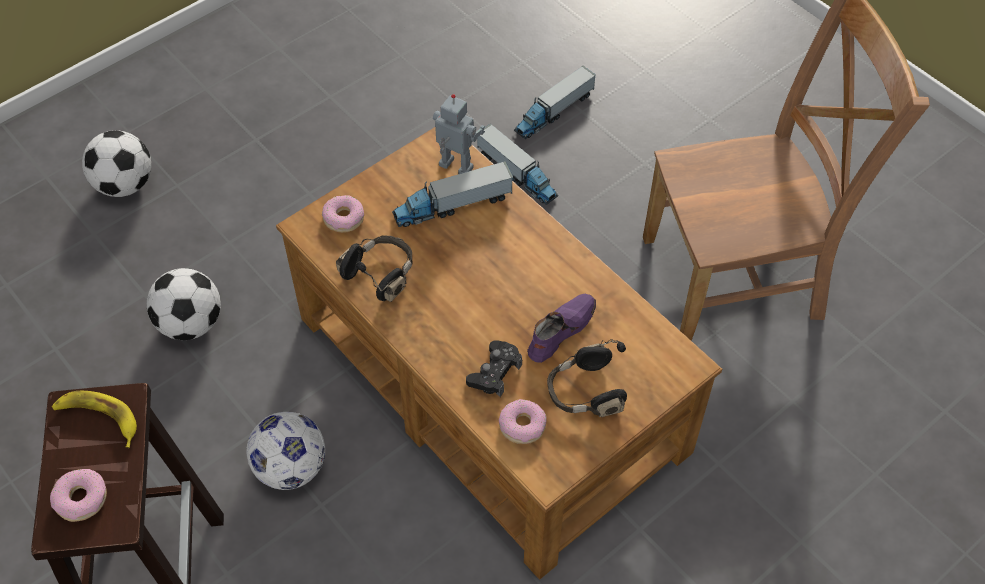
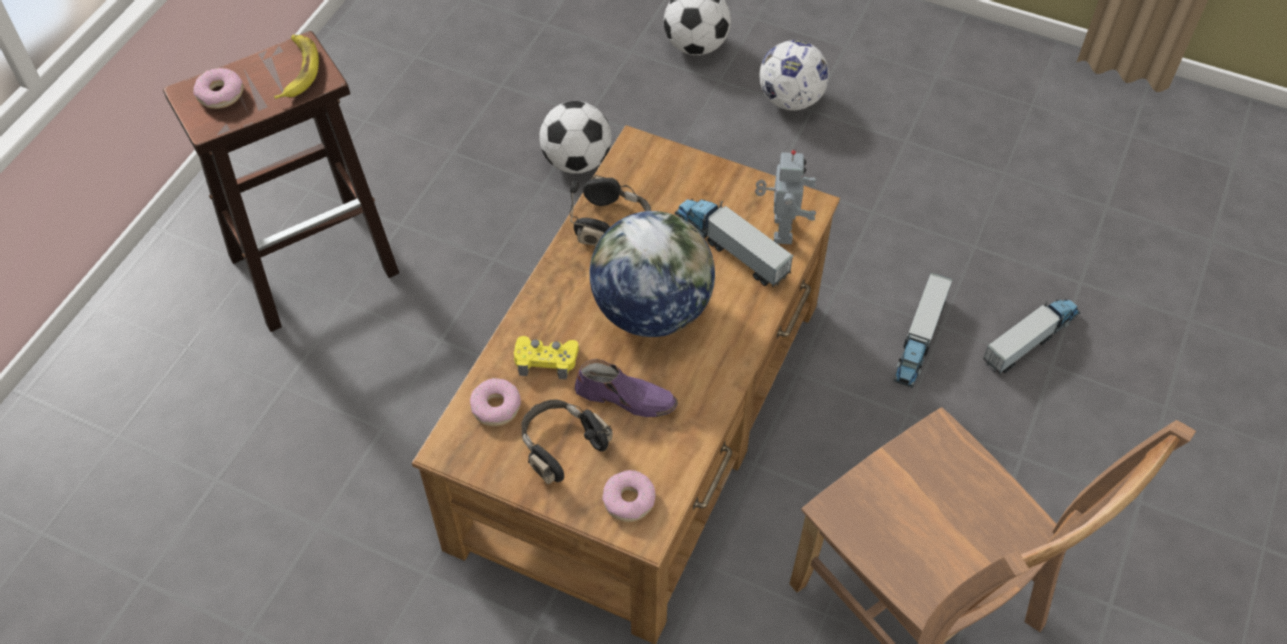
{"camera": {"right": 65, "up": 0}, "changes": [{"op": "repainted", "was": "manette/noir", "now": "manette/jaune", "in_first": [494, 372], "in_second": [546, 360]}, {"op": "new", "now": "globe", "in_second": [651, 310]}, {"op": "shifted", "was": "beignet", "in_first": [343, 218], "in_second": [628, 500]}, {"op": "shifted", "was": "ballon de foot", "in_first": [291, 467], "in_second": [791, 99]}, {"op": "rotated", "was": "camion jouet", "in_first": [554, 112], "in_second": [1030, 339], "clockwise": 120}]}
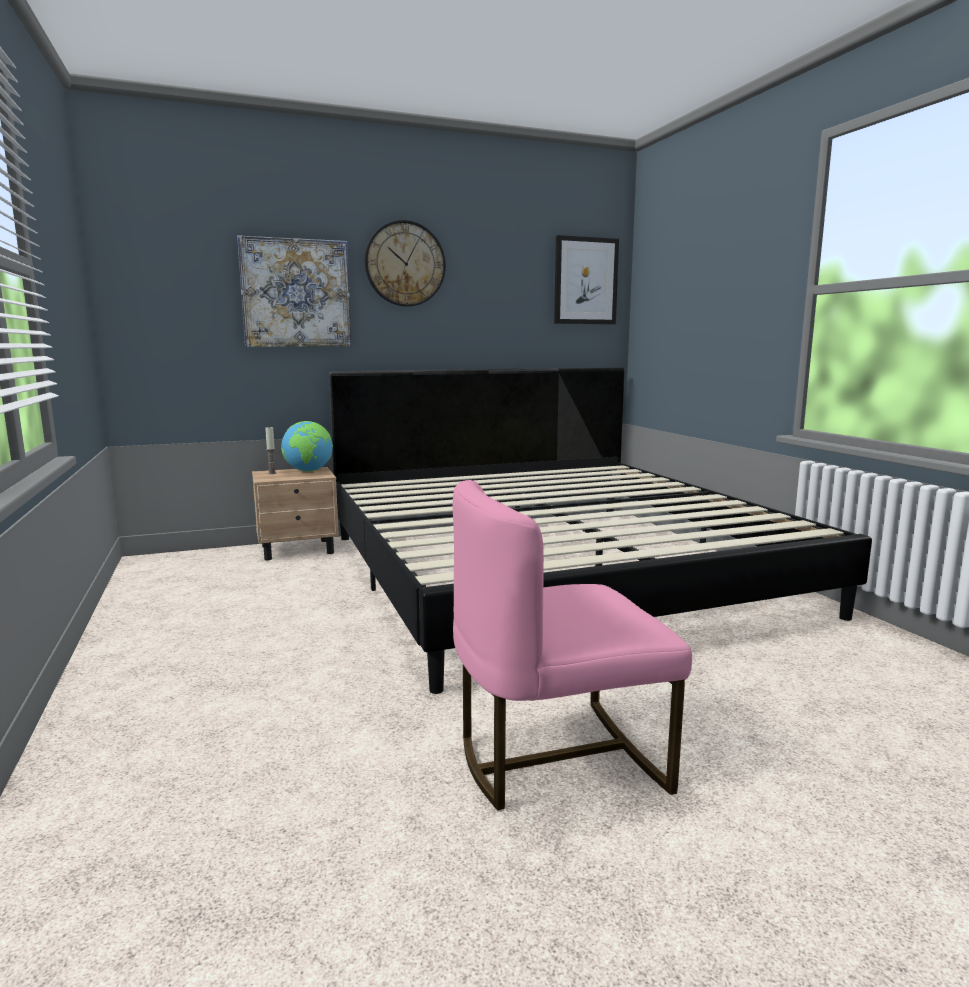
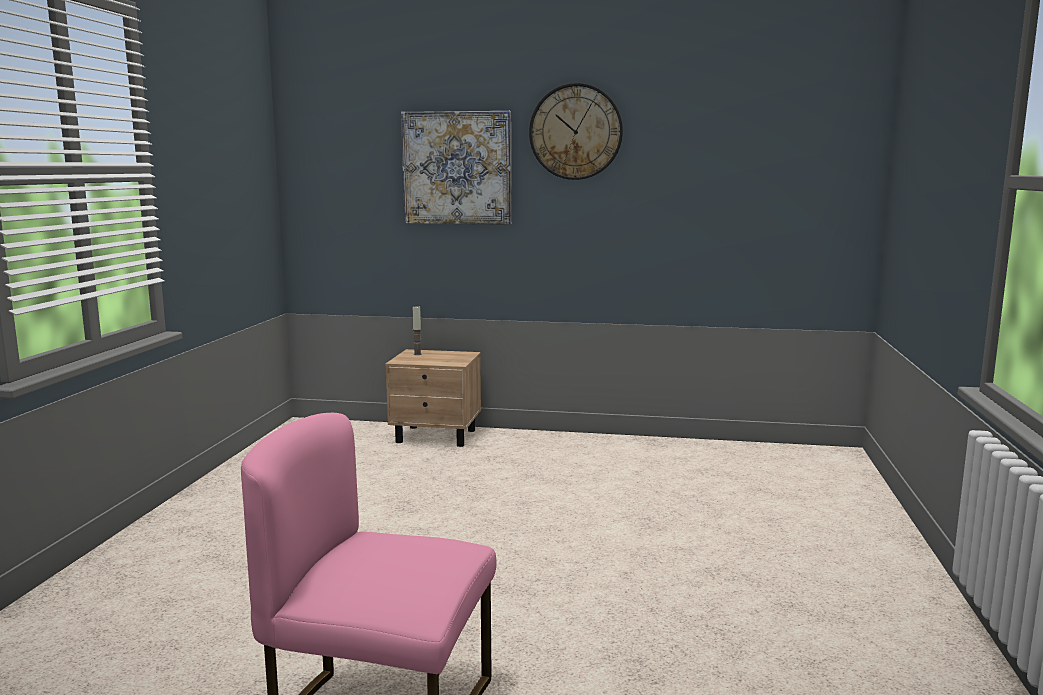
{"camera": {"right": 30, "up": 0}, "changes": [{"op": "gone", "was": "globe", "in_first": [308, 471]}, {"op": "gone", "was": "lit", "in_first": [552, 571]}, {"op": "gone", "was": "tableau", "in_first": [585, 281]}]}
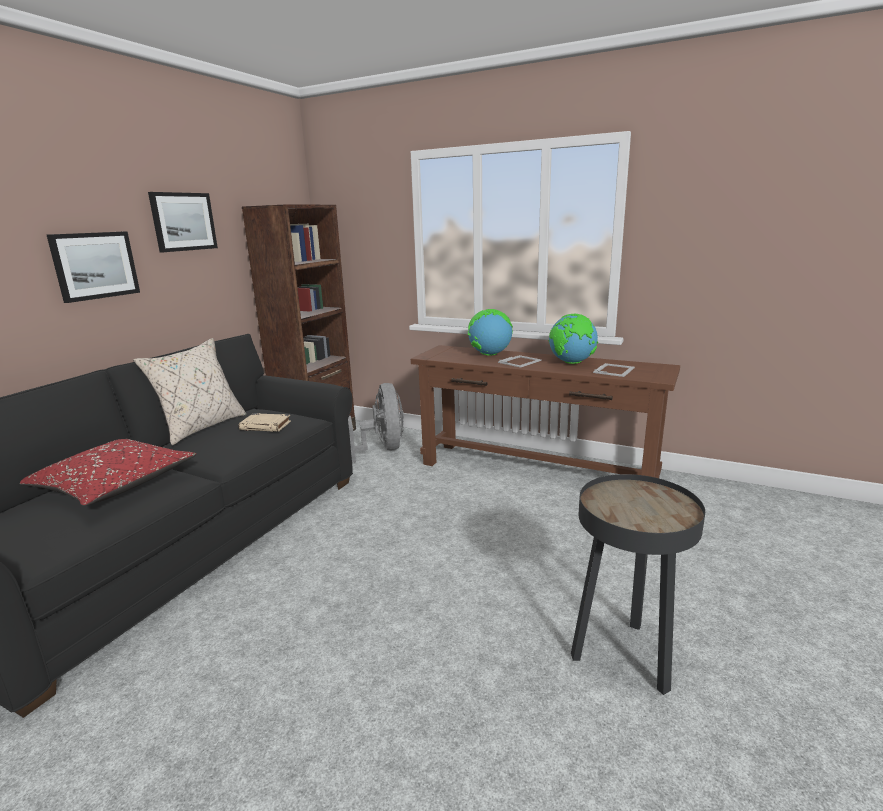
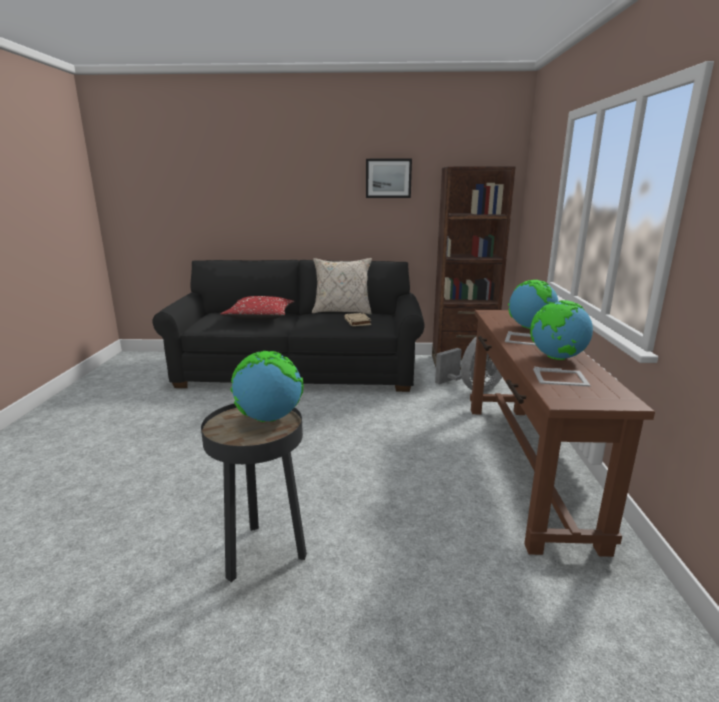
{"camera": {"right": 65, "up": 0}, "changes": [{"op": "new", "now": "globe", "in_second": [269, 418]}, {"op": "gone", "was": "tableau", "in_first": [95, 265]}]}
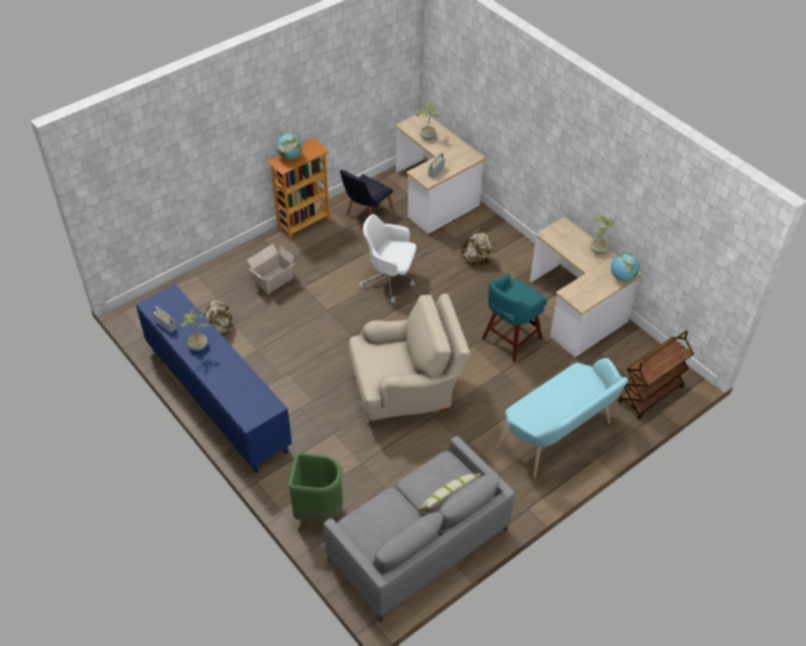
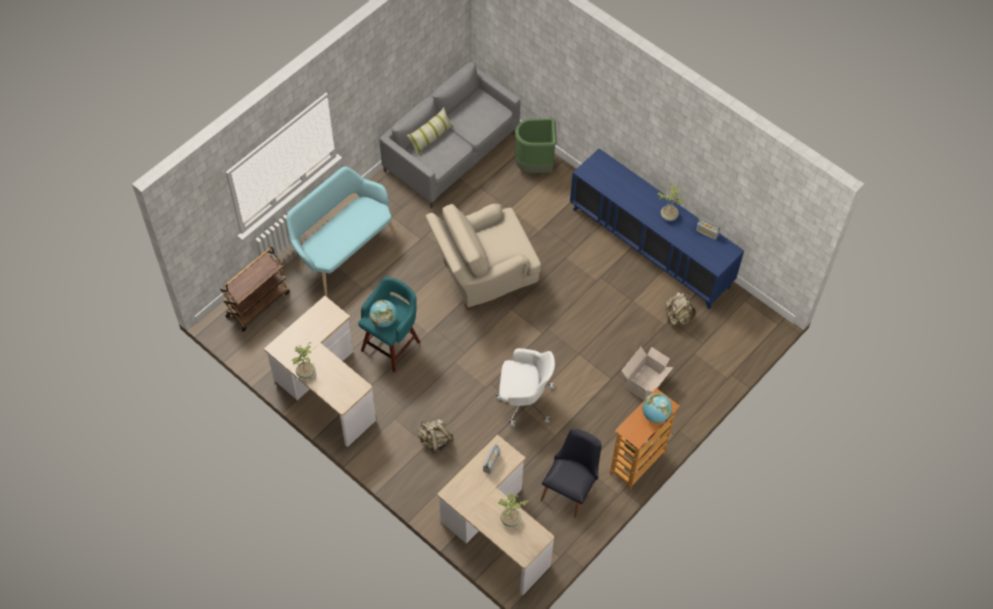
{"camera": {"right": 170, "up": 10}, "changes": [{"op": "shifted", "was": "globe", "in_first": [622, 277], "in_second": [383, 320]}]}
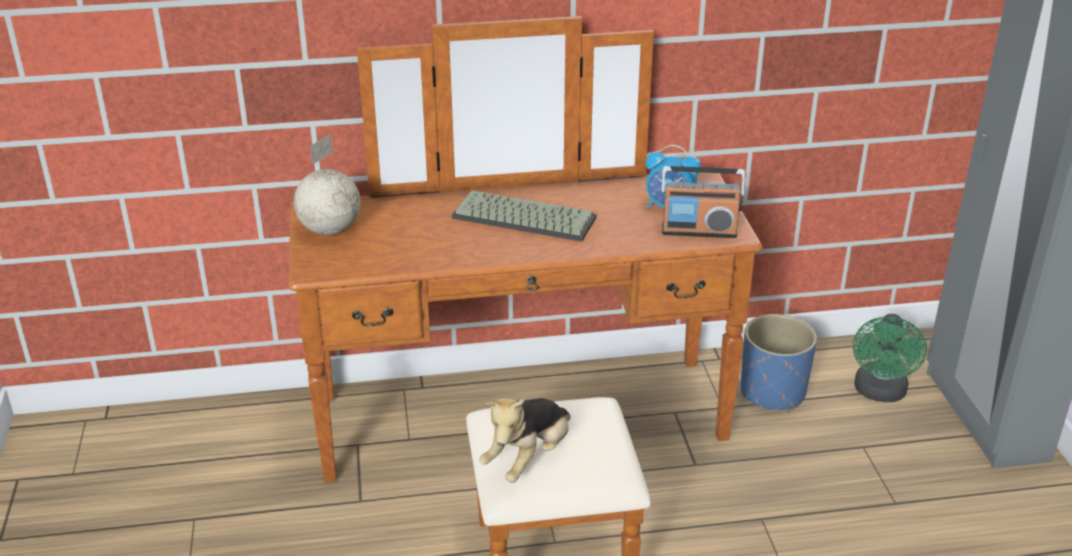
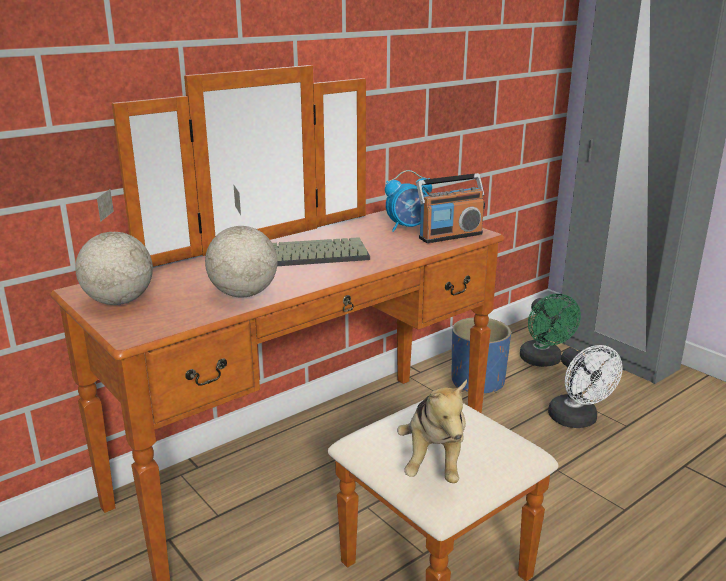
{"camera": {"right": -30, "up": -10}, "changes": [{"op": "new", "now": "globe", "in_second": [243, 295]}, {"op": "new", "now": "ventilateur/blanc", "in_second": [577, 420]}]}
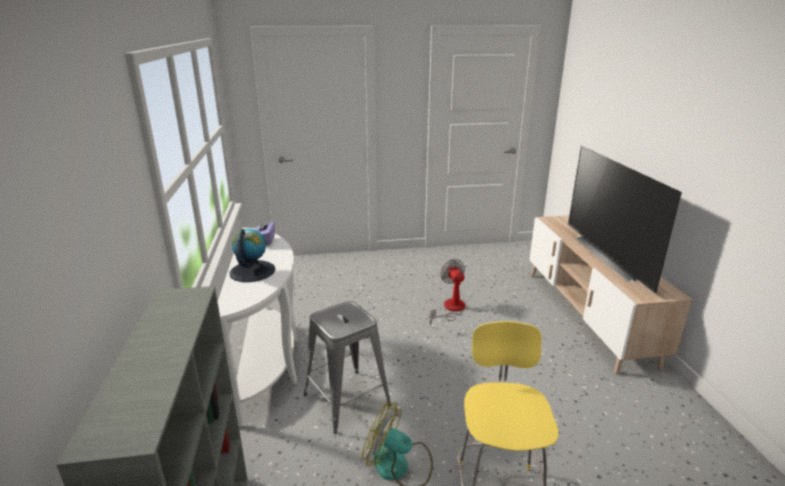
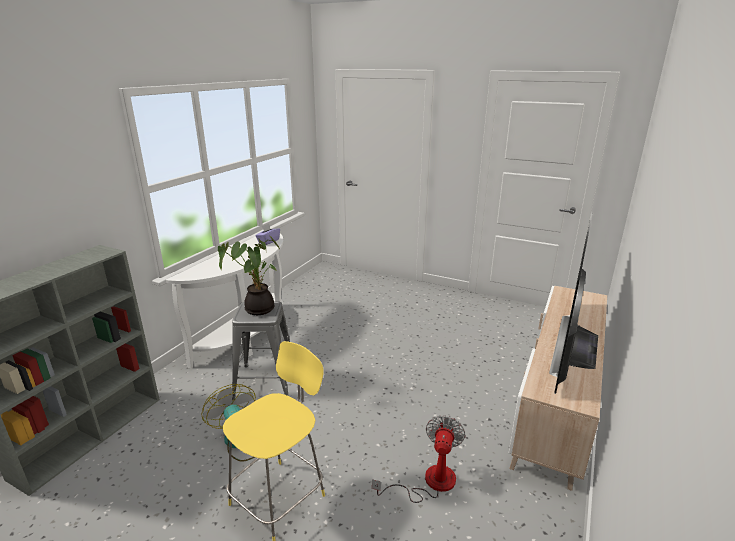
{"camera": {"right": 35, "up": 0}, "changes": [{"op": "new", "now": "plante en pot", "in_second": [257, 309]}, {"op": "shifted", "was": "ventilateur", "in_first": [450, 309], "in_second": [429, 482]}, {"op": "gone", "was": "globe", "in_first": [252, 271]}]}
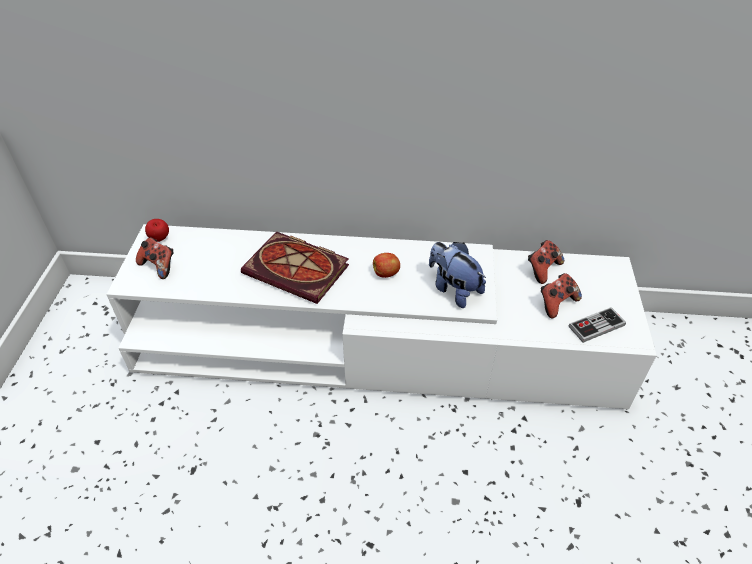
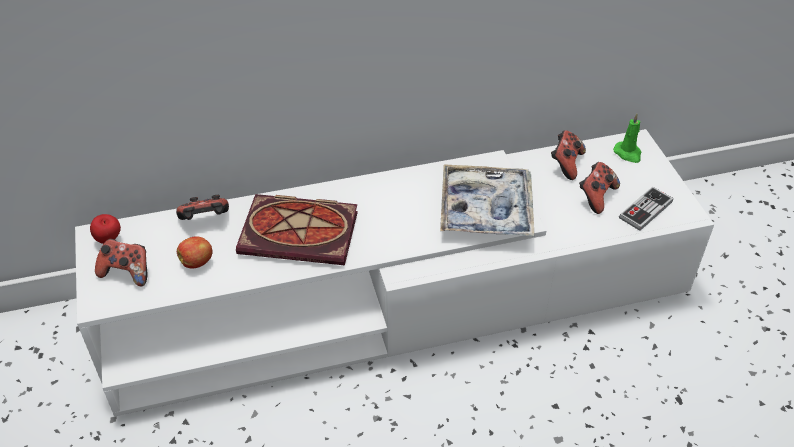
{"camera": {"right": -20, "up": 0}, "changes": [{"op": "new", "now": "manette", "in_second": [205, 221]}, {"op": "shifted", "was": "pomme", "in_first": [386, 273], "in_second": [197, 262]}, {"op": "swapped", "was": "peluche", "now": "plateau", "in_first": [453, 289], "in_second": [486, 209]}, {"op": "new", "now": "bougie/vert", "in_second": [628, 153]}]}
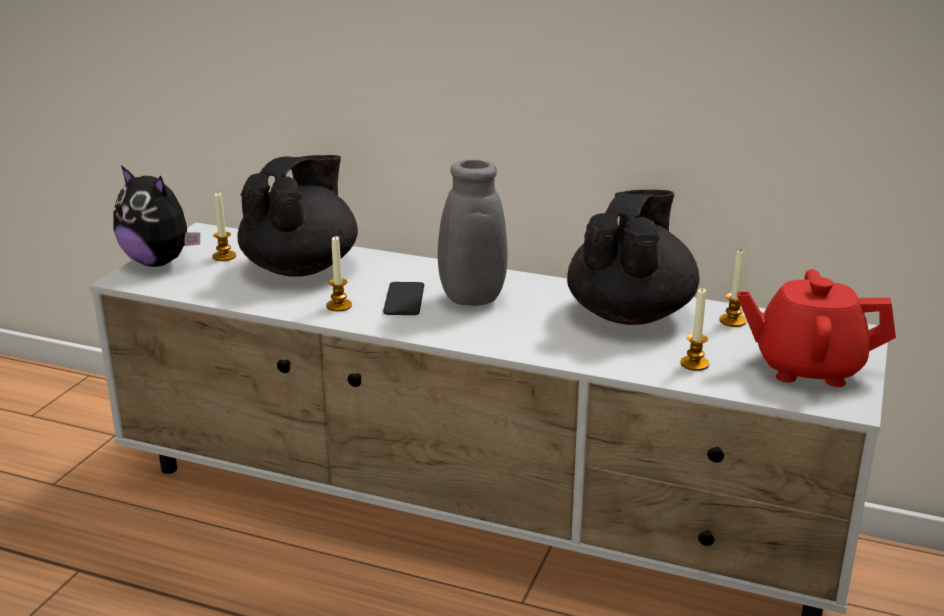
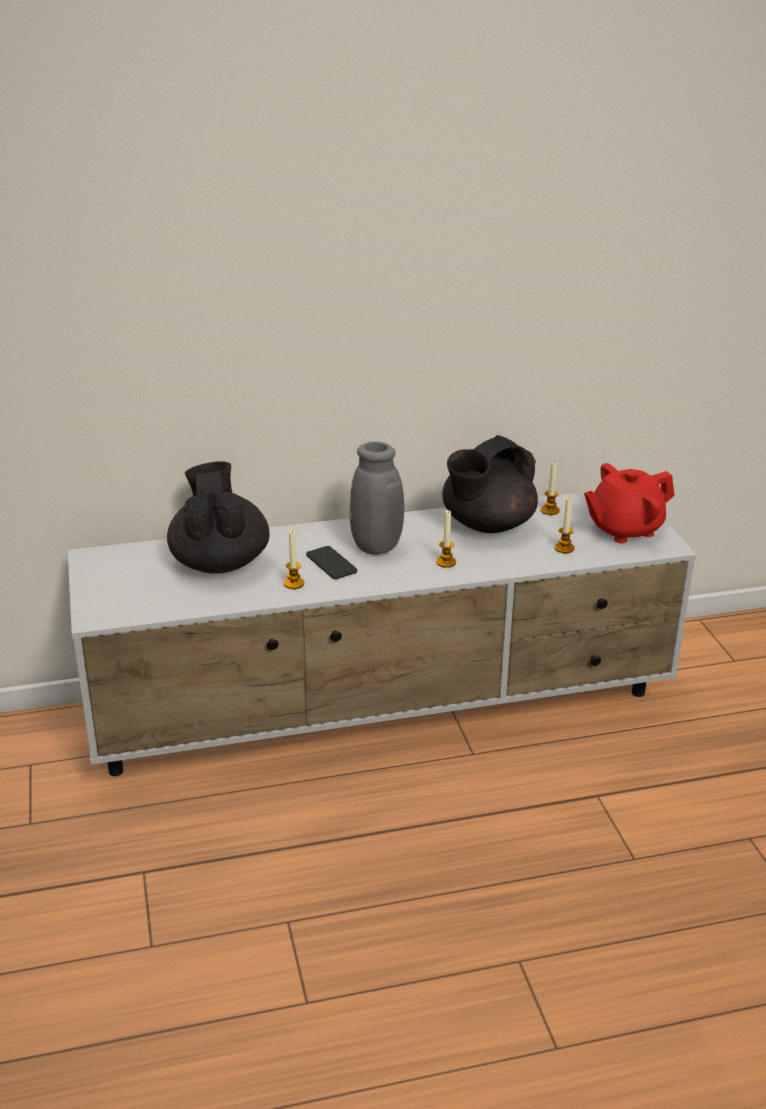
{"camera": {"right": -35, "up": 5}, "changes": [{"op": "shifted", "was": "bougie", "in_first": [224, 256], "in_second": [446, 562]}, {"op": "rotated", "was": "théière/noir", "in_first": [630, 313], "in_second": [486, 525], "clockwise": -120}, {"op": "gone", "was": "peluche", "in_first": [159, 262]}]}
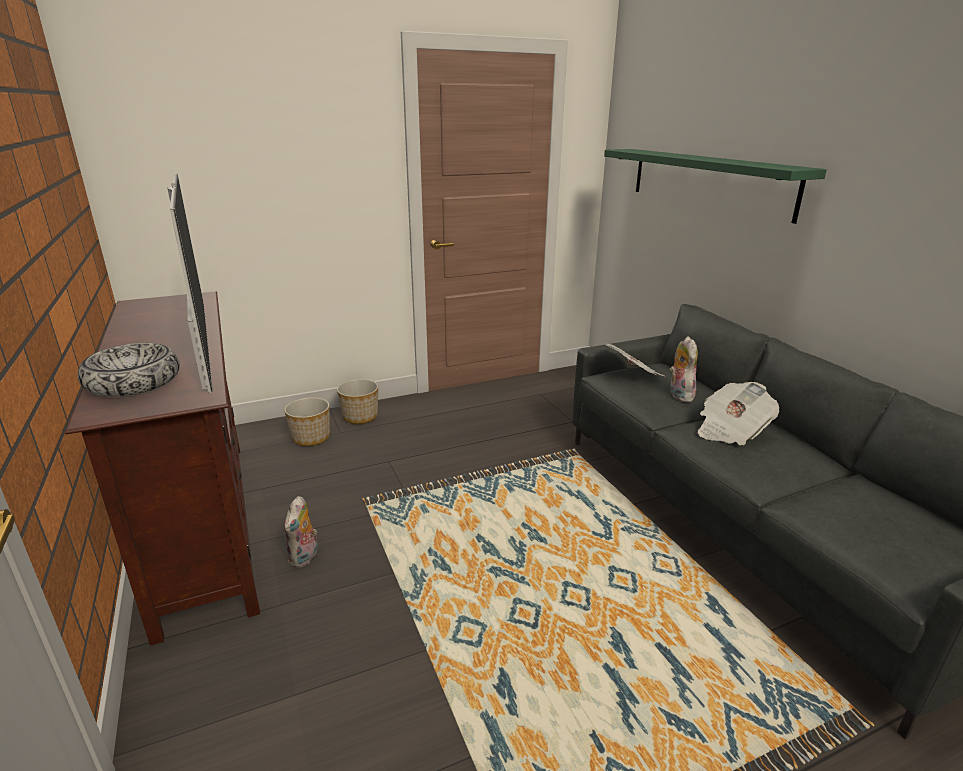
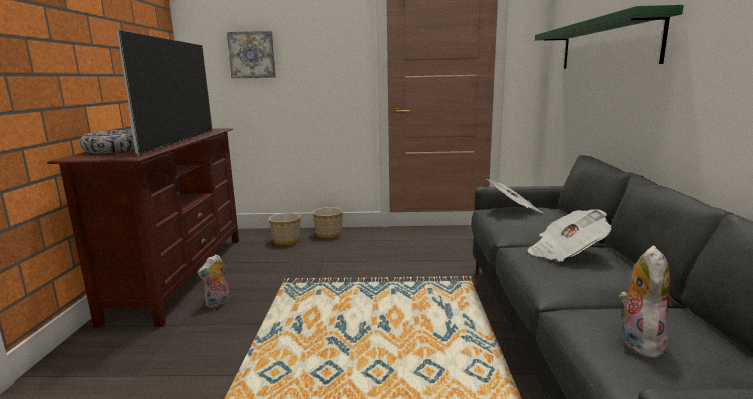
{"camera": {"right": 25, "up": -10}, "changes": [{"op": "new", "now": "tableau", "in_second": [252, 55]}, {"op": "shifted", "was": "peluche", "in_first": [678, 395], "in_second": [638, 341]}]}
